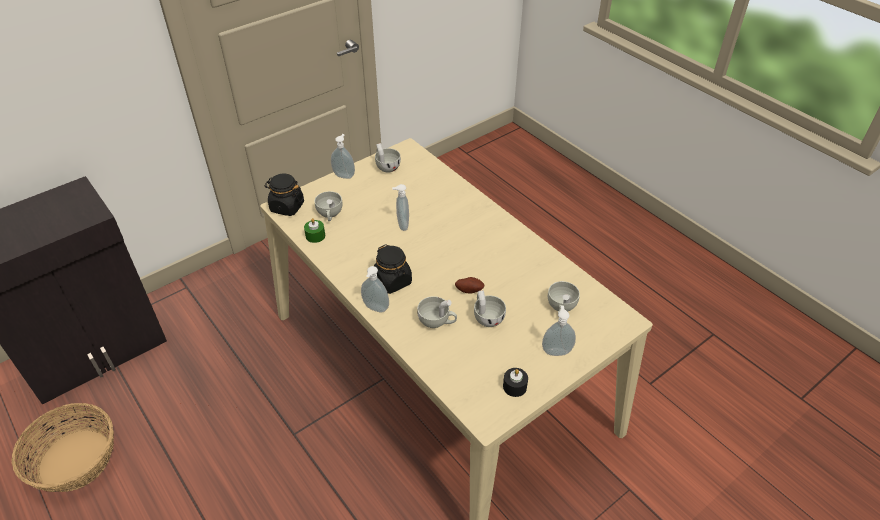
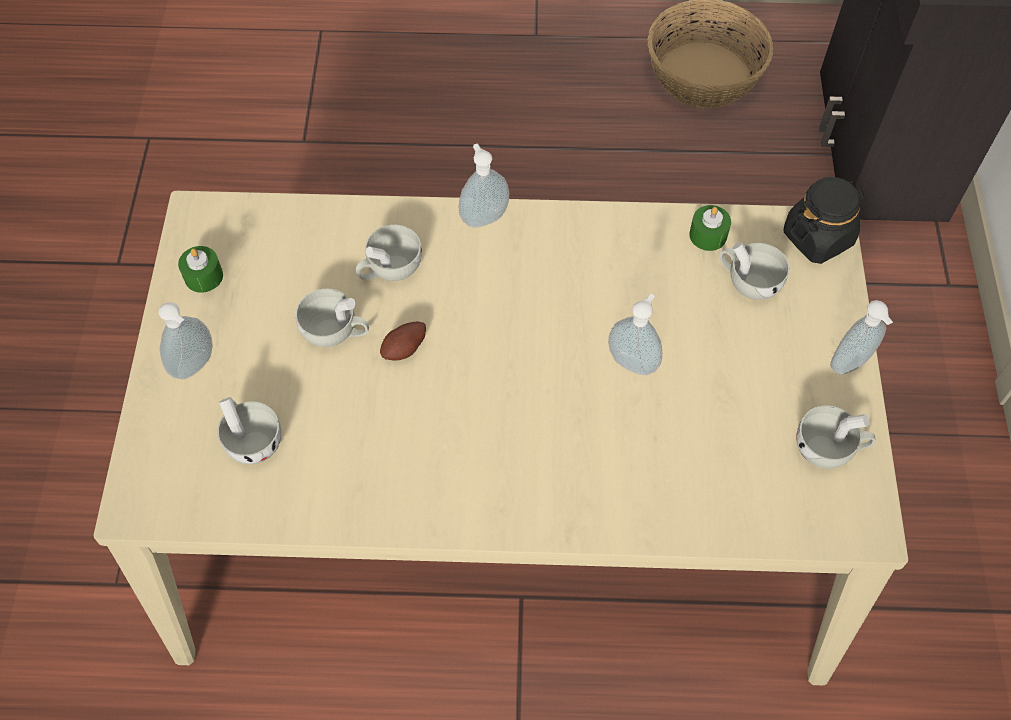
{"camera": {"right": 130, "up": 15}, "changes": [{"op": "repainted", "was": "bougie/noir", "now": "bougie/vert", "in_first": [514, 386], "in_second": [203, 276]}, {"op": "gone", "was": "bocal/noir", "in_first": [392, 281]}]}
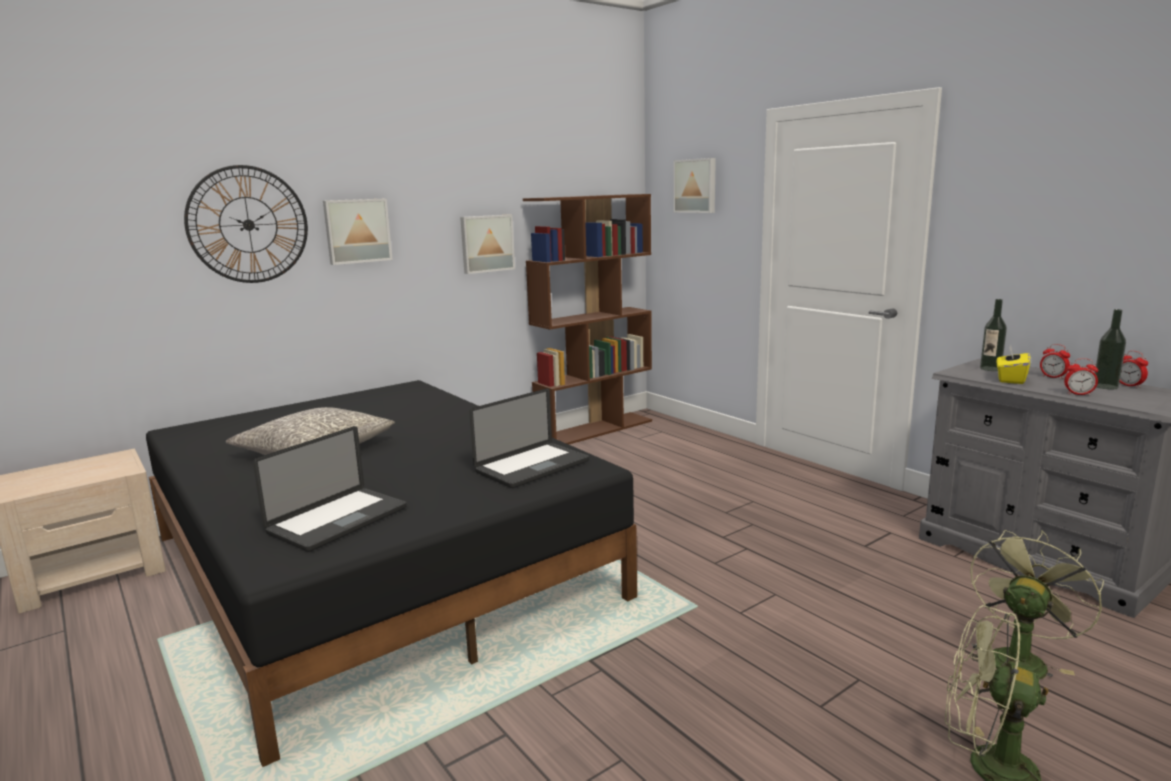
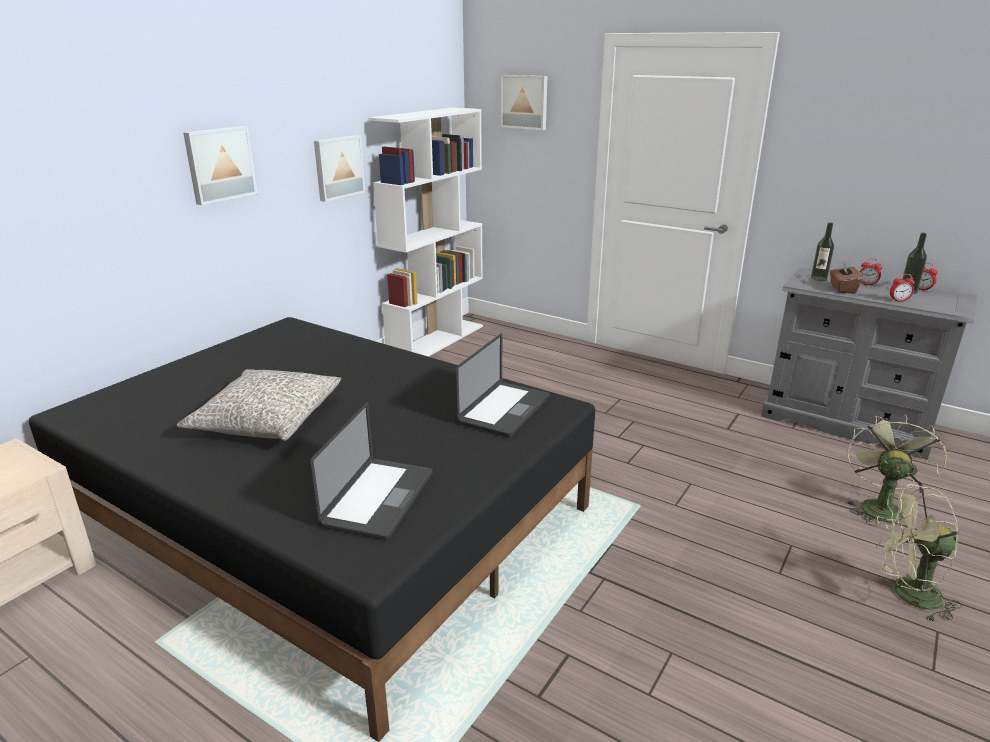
{"camera": {"right": -20, "up": 10}, "changes": [{"op": "repainted", "was": "bibliothèque/marron", "now": "bibliothèque/blanc", "in_first": [595, 429], "in_second": [436, 340]}, {"op": "repainted", "was": "boîte à mouchoirs/jaune", "now": "boîte à mouchoirs/marron", "in_first": [1010, 379], "in_second": [842, 289]}, {"op": "gone", "was": "horloge murale", "in_first": [248, 225]}]}
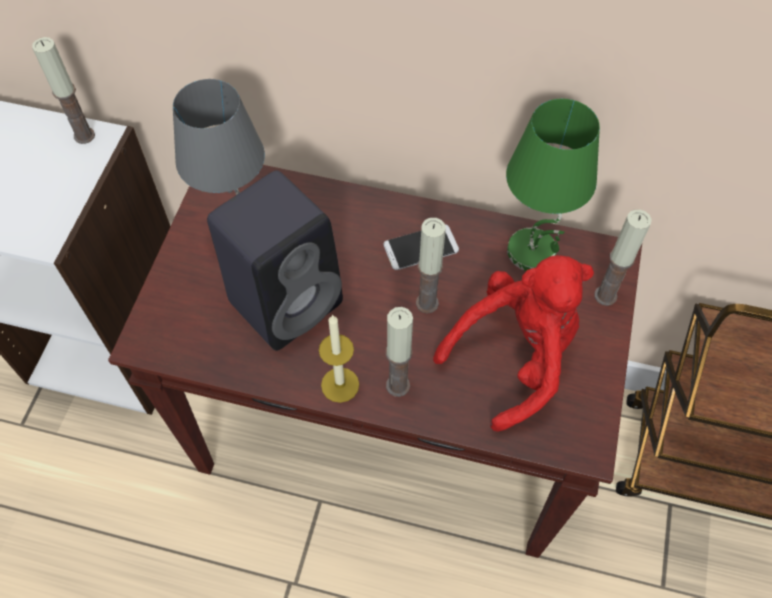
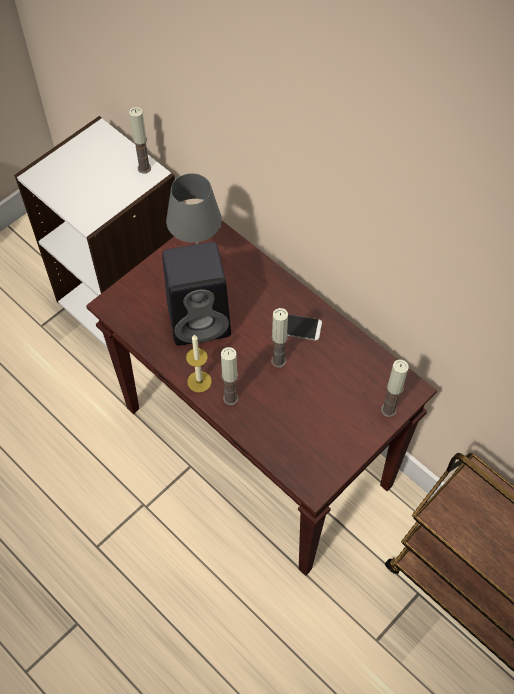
{"camera": {"right": 30, "up": 0}, "changes": [{"op": "gone", "was": "peluche/rouge", "in_first": [515, 357]}, {"op": "gone", "was": "lampe de table/vert", "in_first": [533, 252]}]}
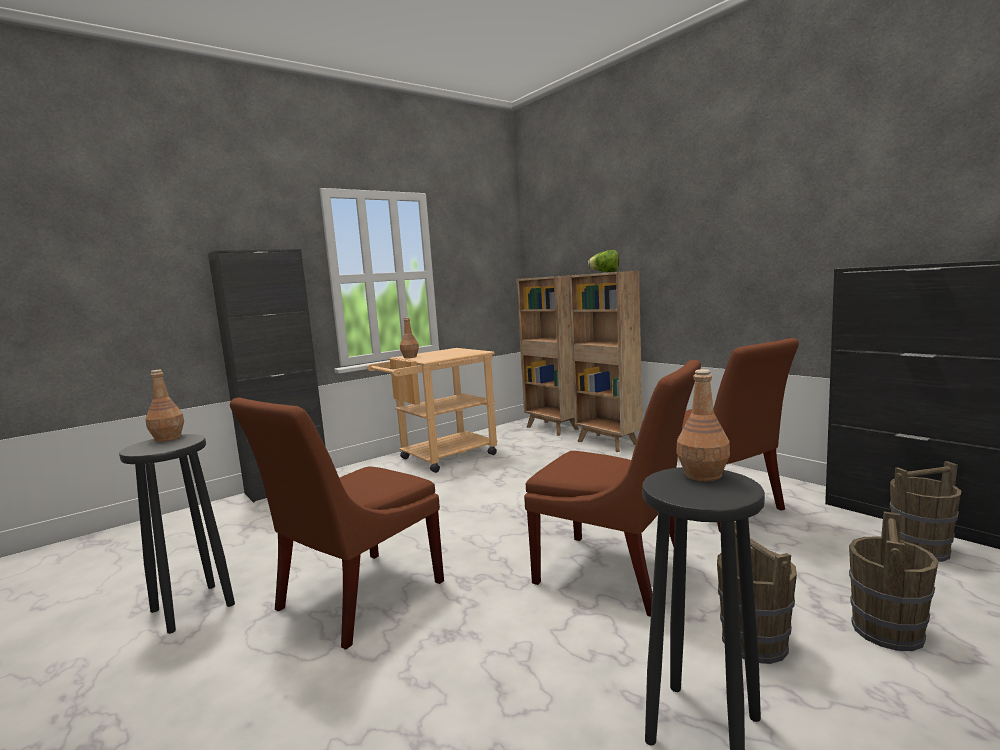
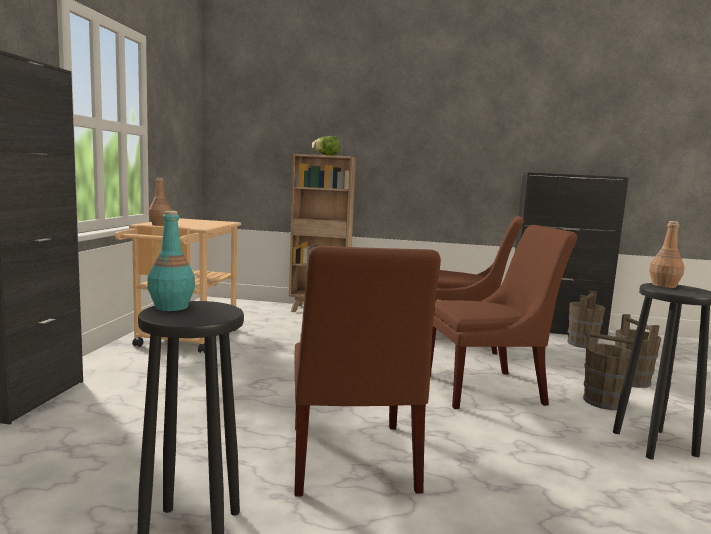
{"camera": {"right": -45, "up": 0}, "changes": [{"op": "repainted", "was": "bouteille/marron", "now": "bouteille/turquoise", "in_first": [168, 438], "in_second": [171, 307]}, {"op": "gone", "was": "bibliothèque/marron", "in_first": [552, 428]}]}
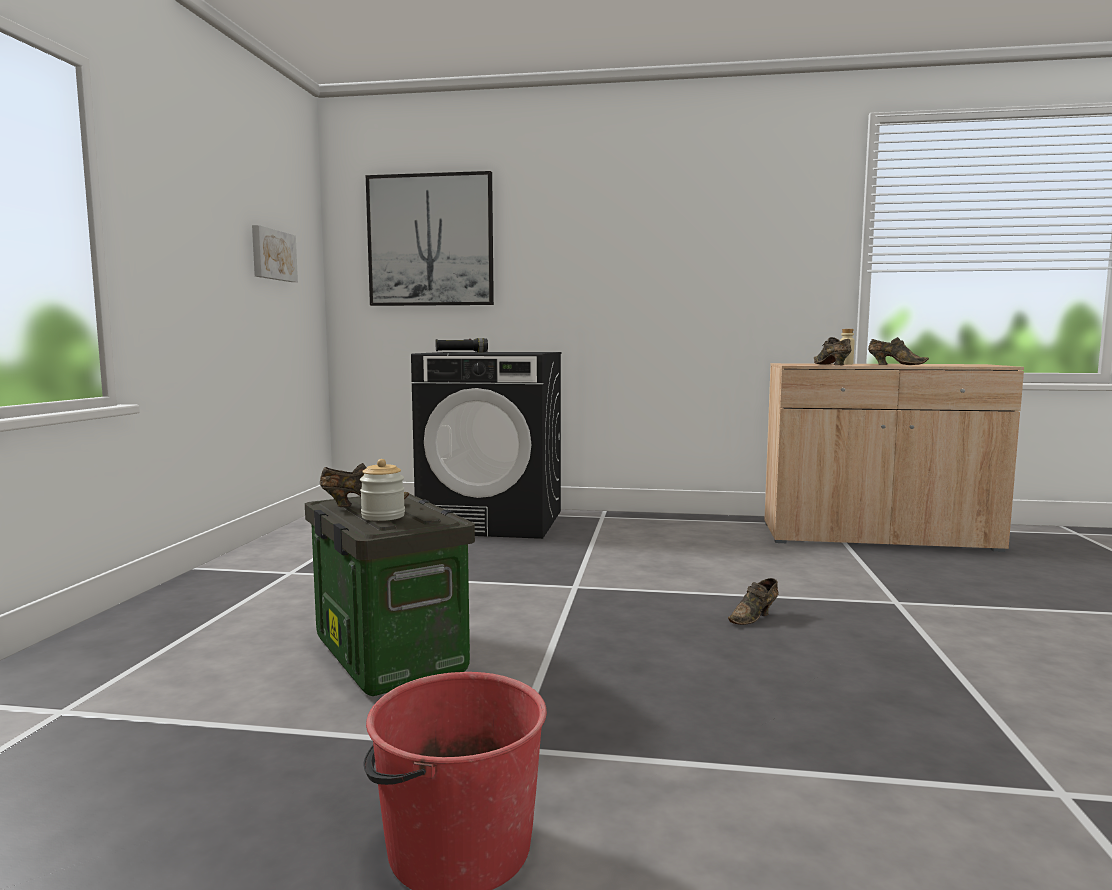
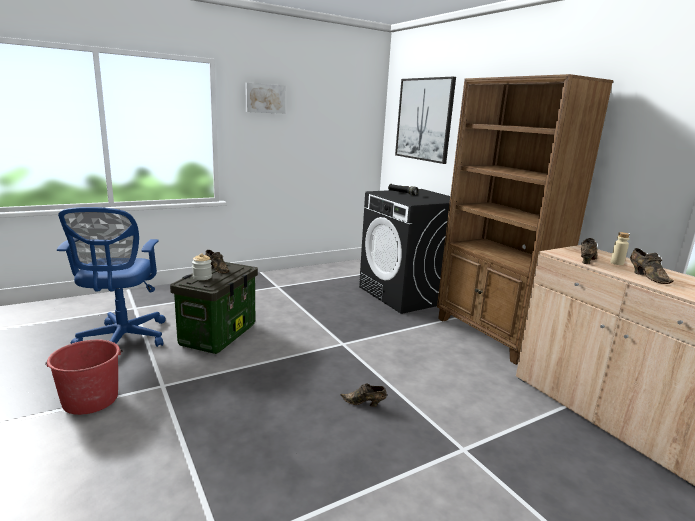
{"camera": {"right": 50, "up": 10}, "changes": [{"op": "new", "now": "chaise de bureau/bleu", "in_second": [122, 341]}, {"op": "shifted", "was": "tableau", "in_first": [272, 255], "in_second": [265, 98]}, {"op": "new", "now": "bibliothèque/marron", "in_second": [491, 335]}]}
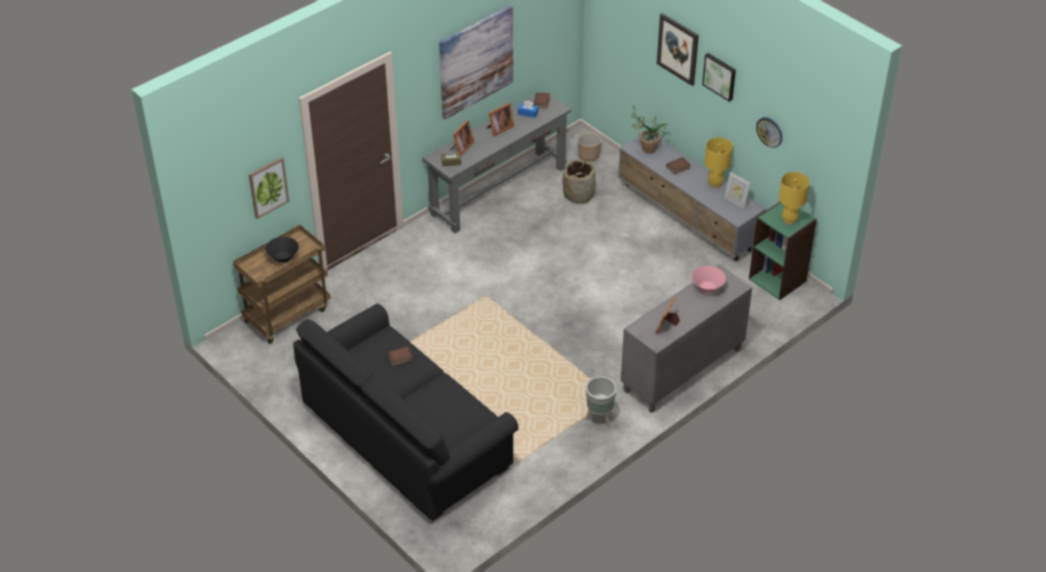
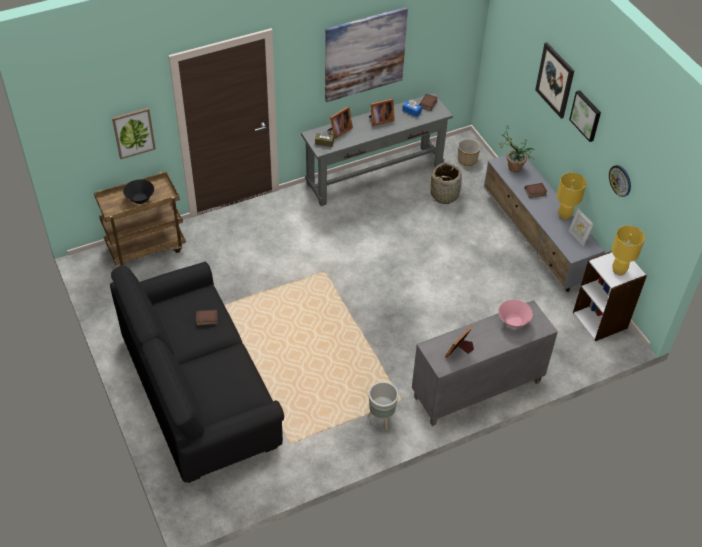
{"camera": {"right": 15, "up": 5}, "changes": [{"op": "repainted", "was": "bibliothèque/vert", "now": "bibliothèque/blanc", "in_first": [778, 279], "in_second": [600, 320]}]}
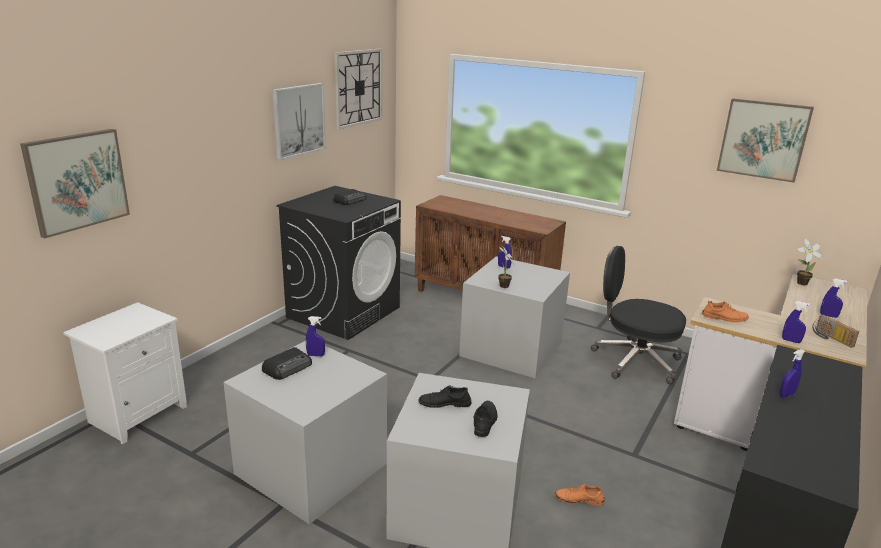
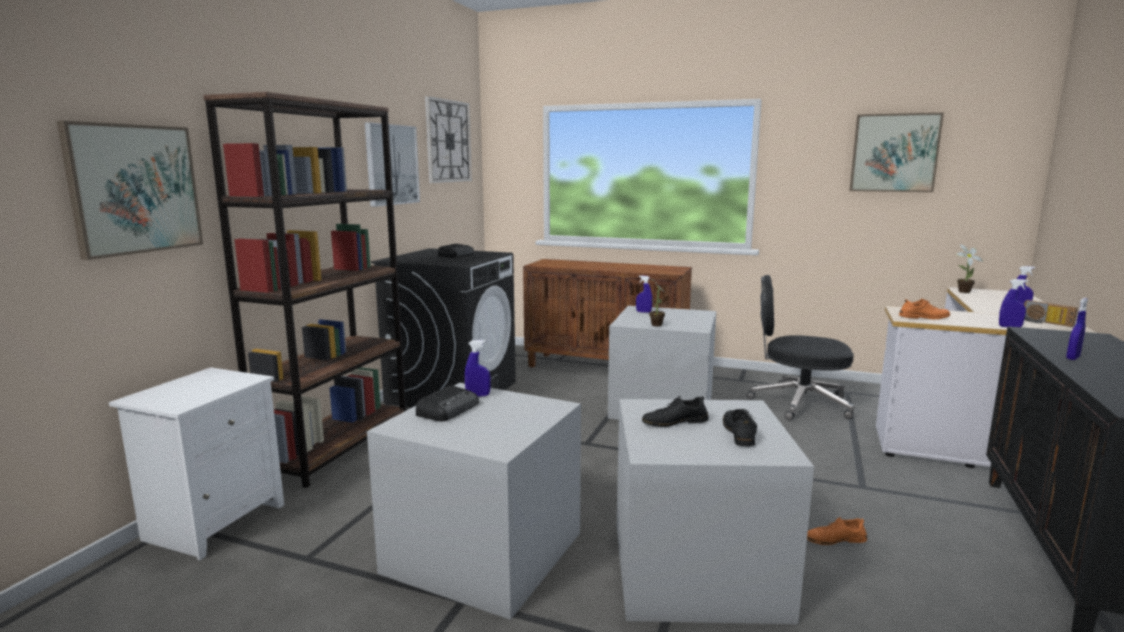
{"camera": {"right": -10, "up": -10}, "changes": [{"op": "new", "now": "bibliothèque/marron", "in_second": [336, 446]}]}
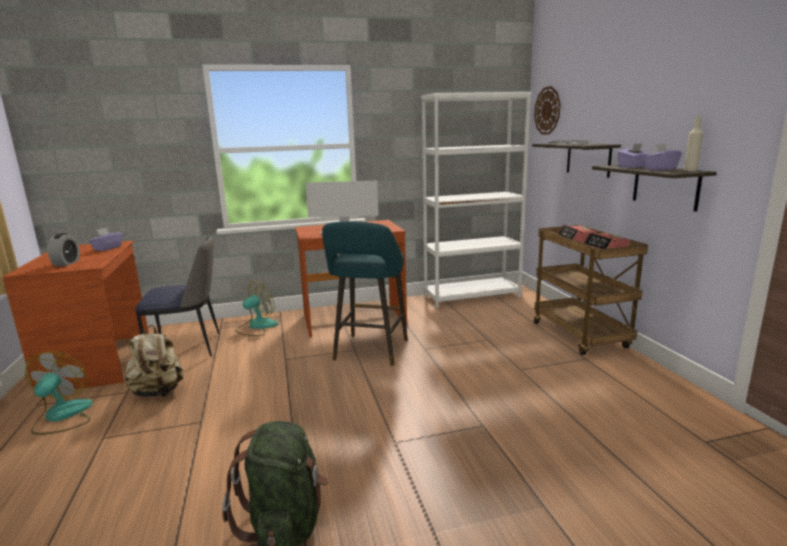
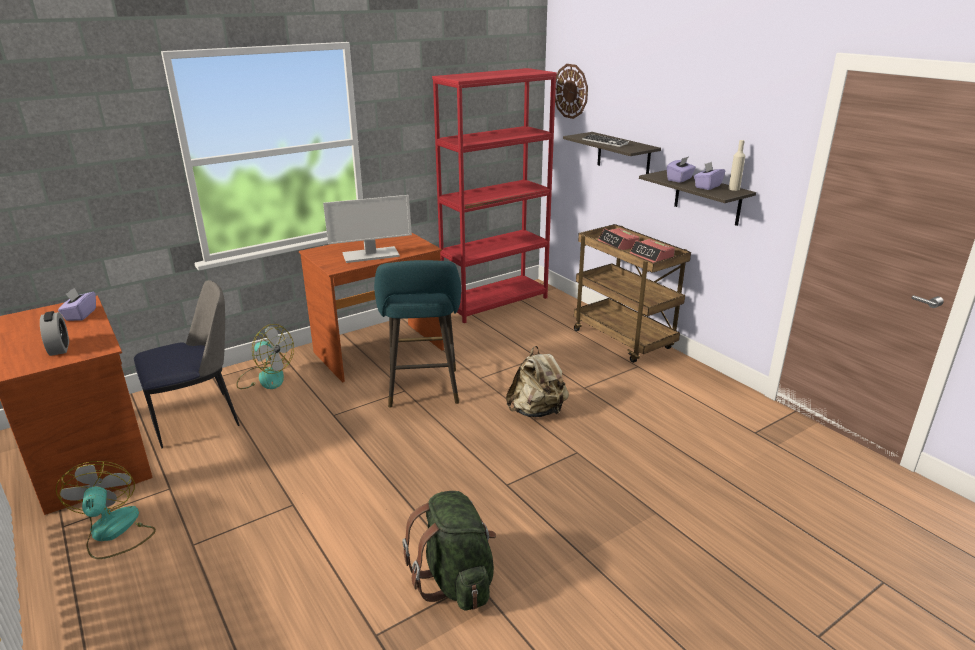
{"camera": {"right": -20, "up": 10}, "changes": [{"op": "rotated", "was": "ventilateur", "in_first": [256, 326], "in_second": [265, 377], "clockwise": 90}, {"op": "repainted", "was": "bibliothèque/blanc", "now": "bibliothèque/rouge", "in_first": [472, 296], "in_second": [495, 302]}, {"op": "shifted", "was": "sac à dos/beige", "in_first": [158, 392], "in_second": [537, 411]}]}
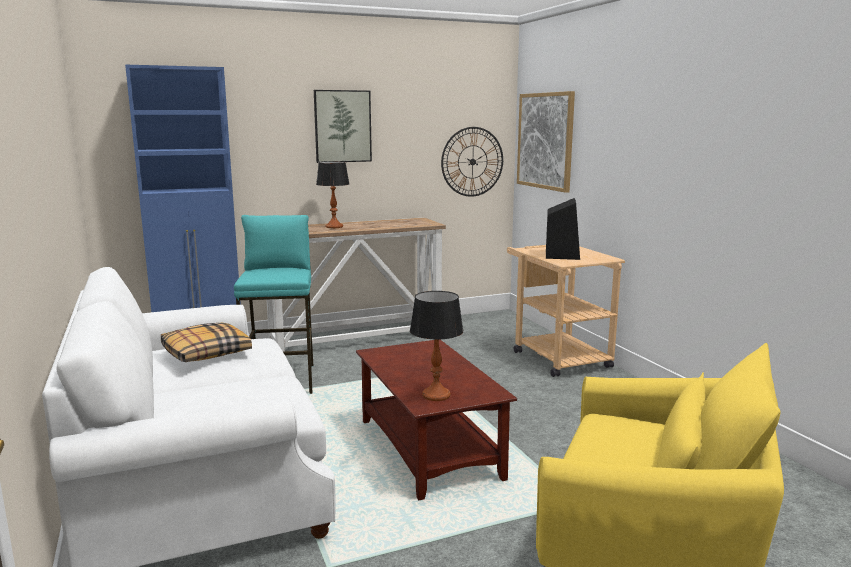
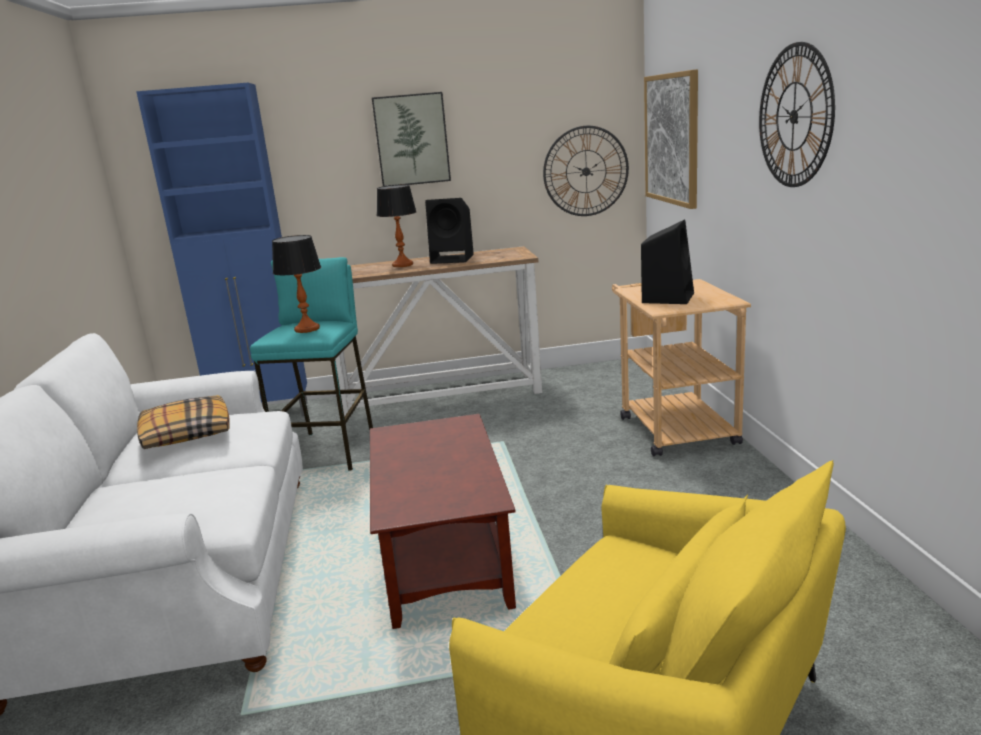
{"camera": {"right": 15, "up": 5}, "changes": [{"op": "shifted", "was": "lampe de table", "in_first": [435, 395], "in_second": [306, 329]}, {"op": "new", "now": "enceinte/noir", "in_second": [453, 259]}, {"op": "new", "now": "horloge murale", "in_second": [794, 116]}]}
